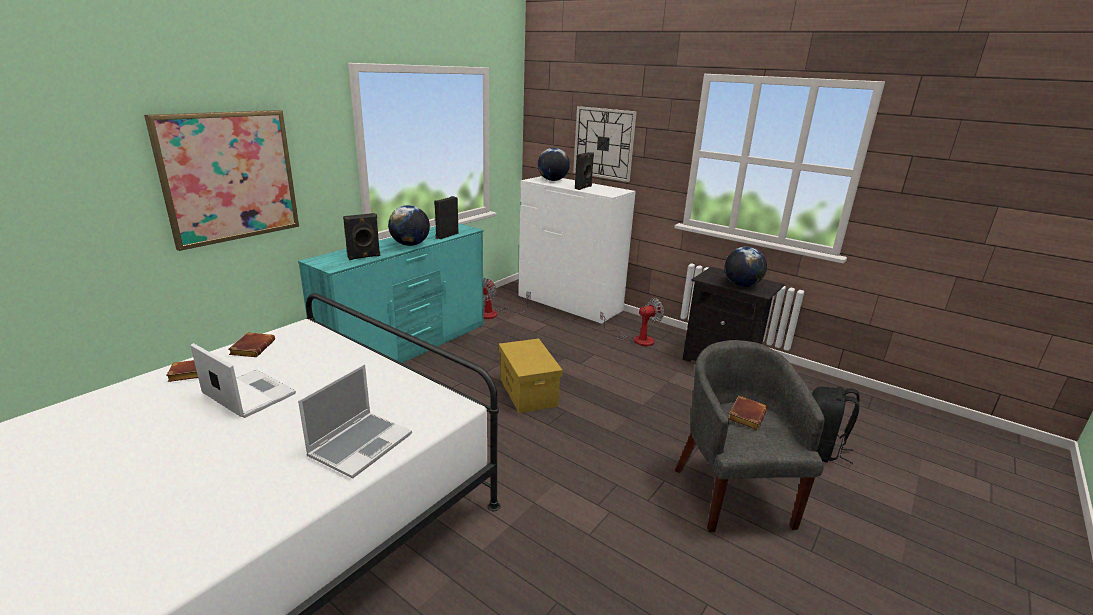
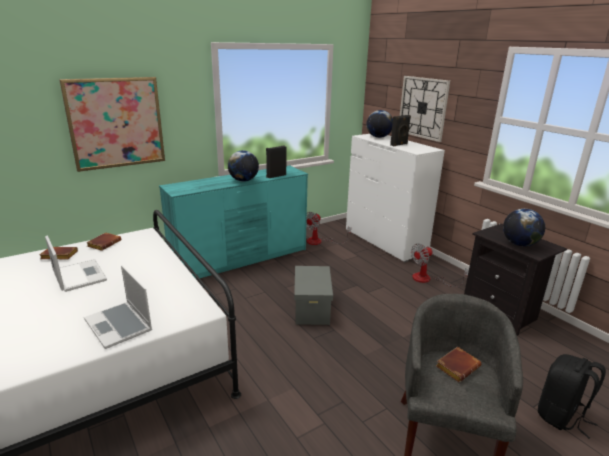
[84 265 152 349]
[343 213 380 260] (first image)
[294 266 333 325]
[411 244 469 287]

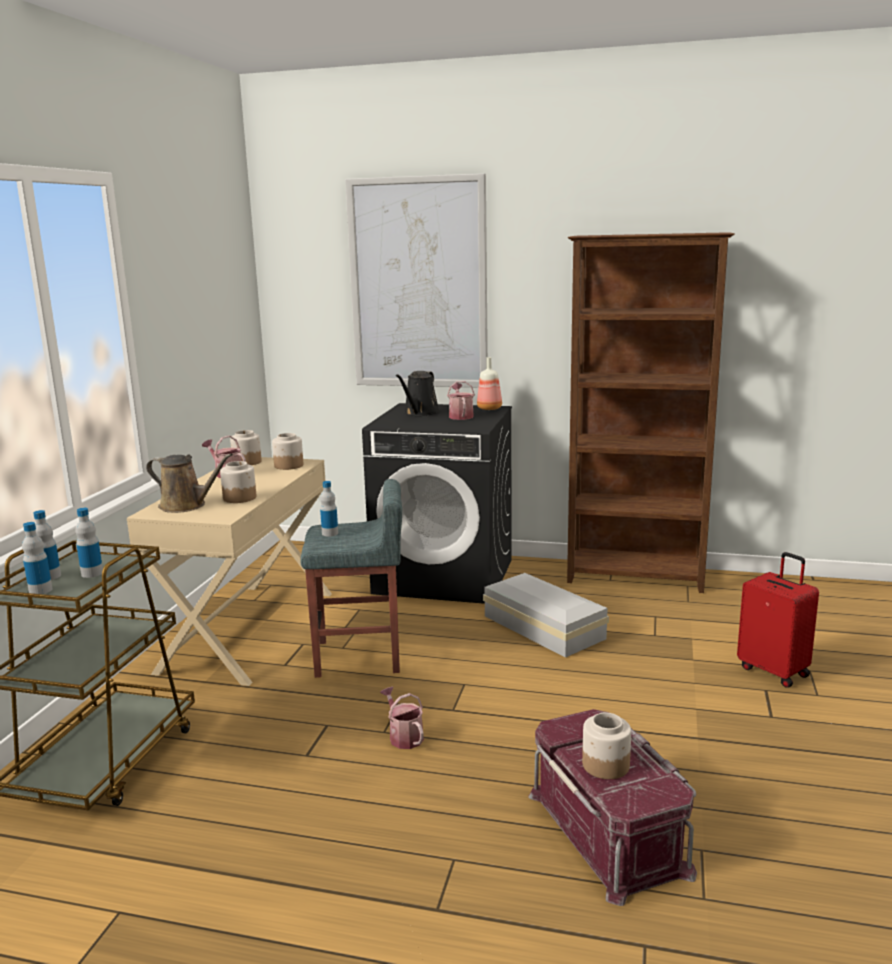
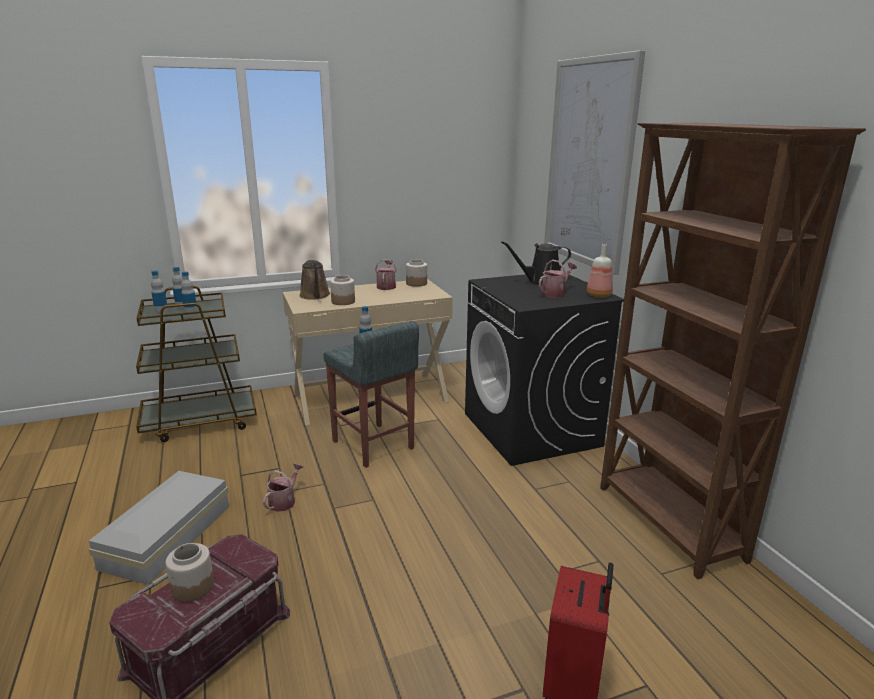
[272 433 303 470] (first image)
[89 471 229 585]

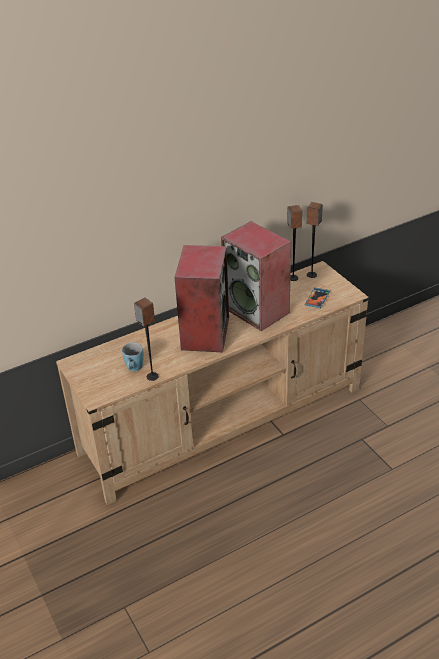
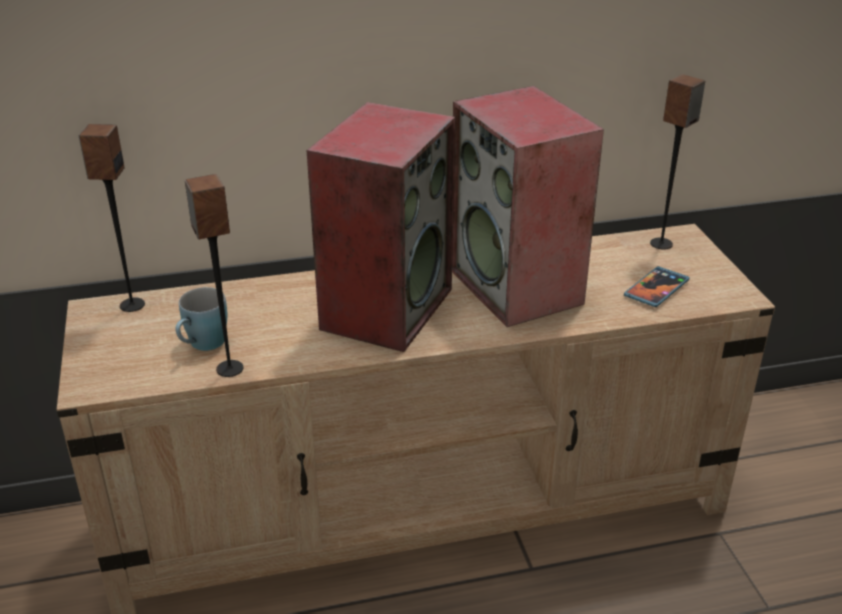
[78 124 145 312]

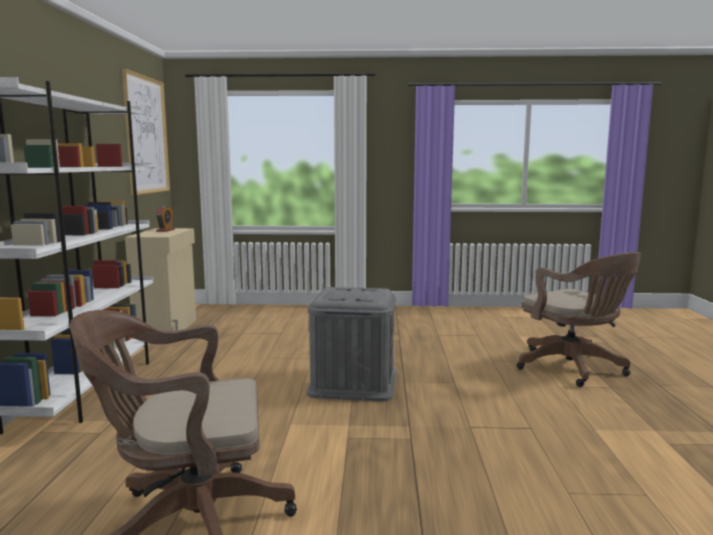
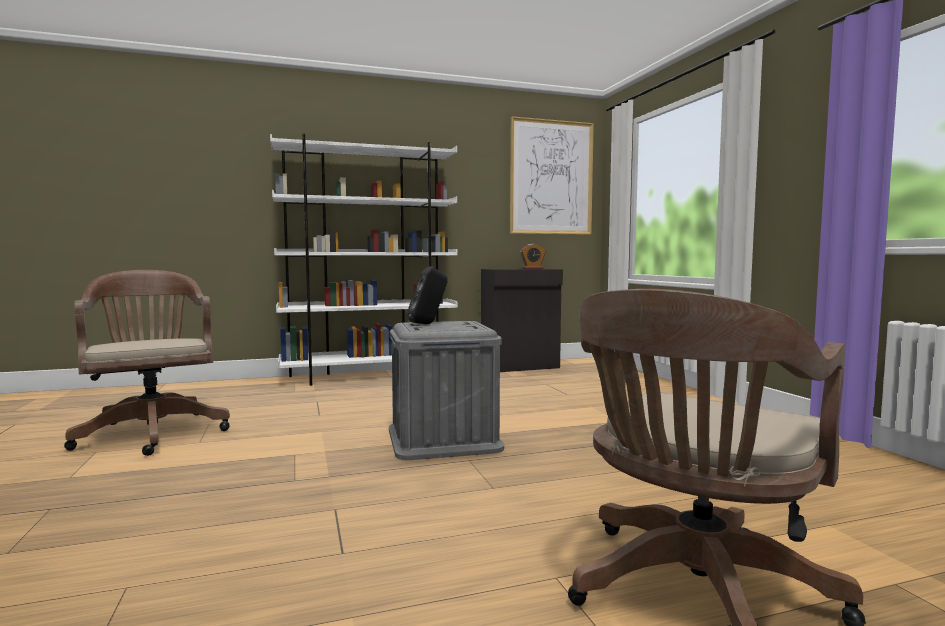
[481 269 563 372]
[407 266 448 324]

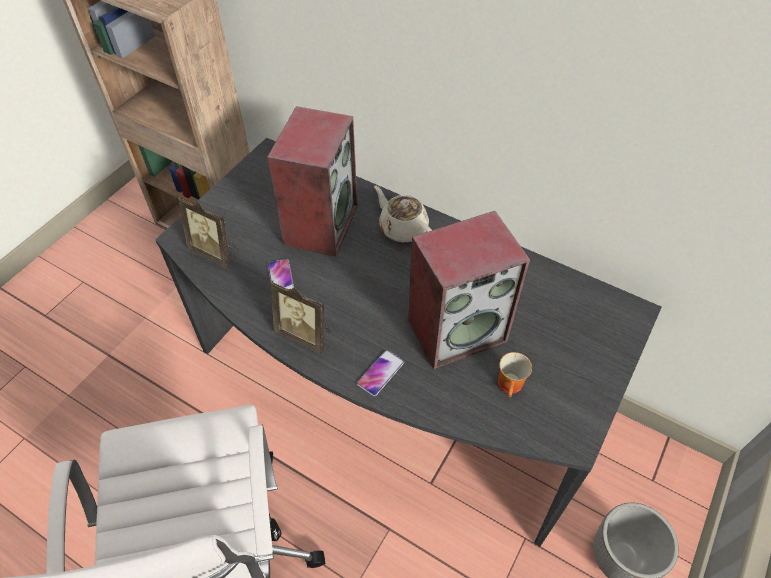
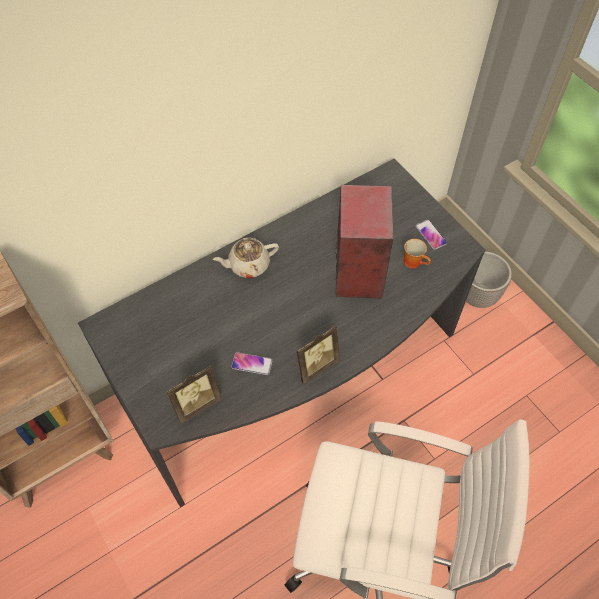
[267 106 358 257] (first image)
[416 220 447 250]

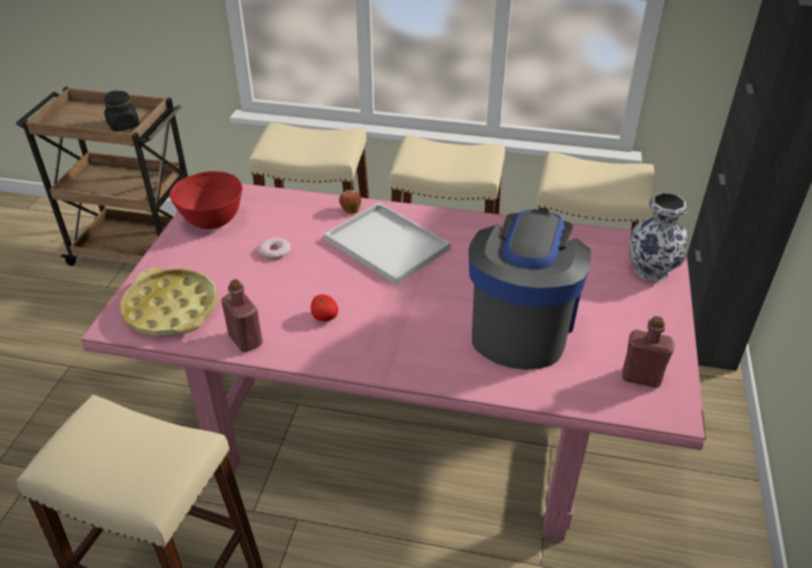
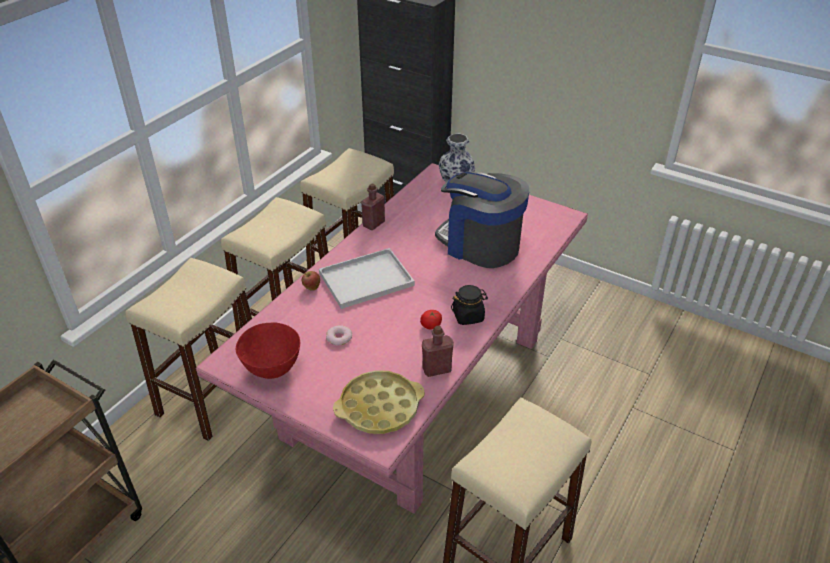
[451 285 488 325]
[361 183 385 230]

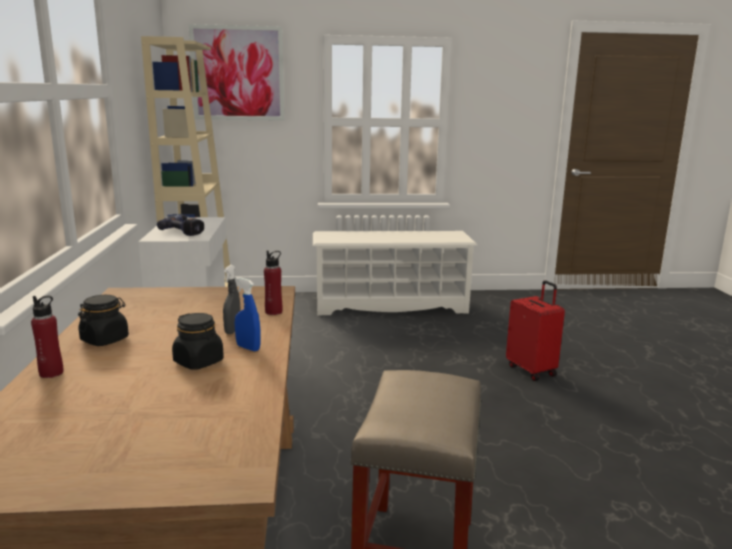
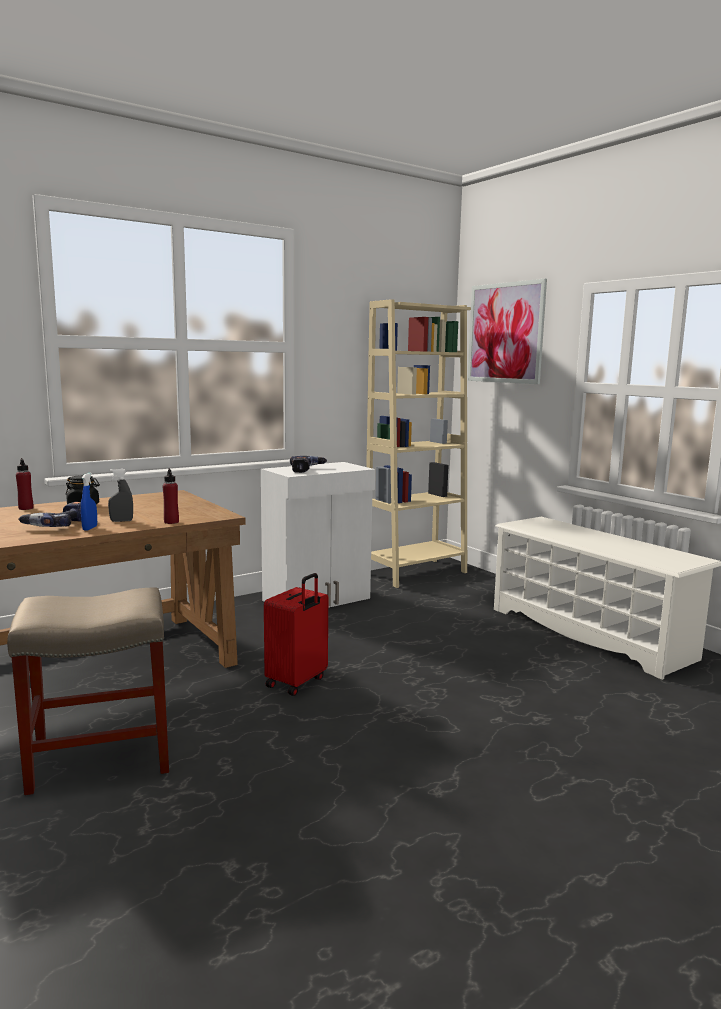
[19 502 81 527]
[264 573 328 696]

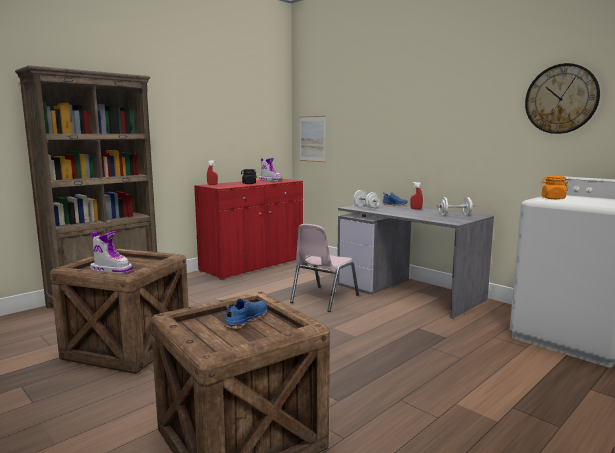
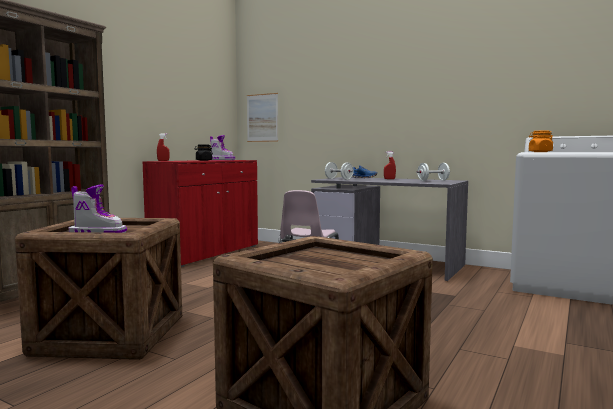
[224 298 267 329] (first image)
[525 63 600 134] (first image)

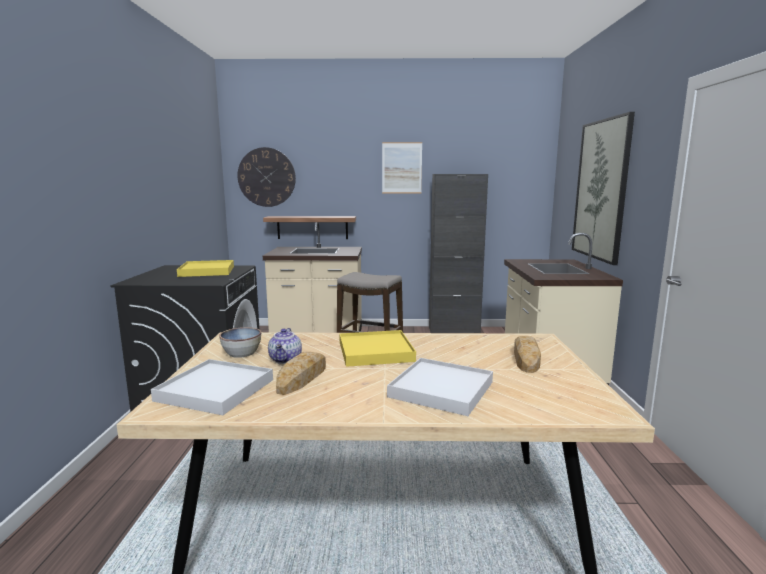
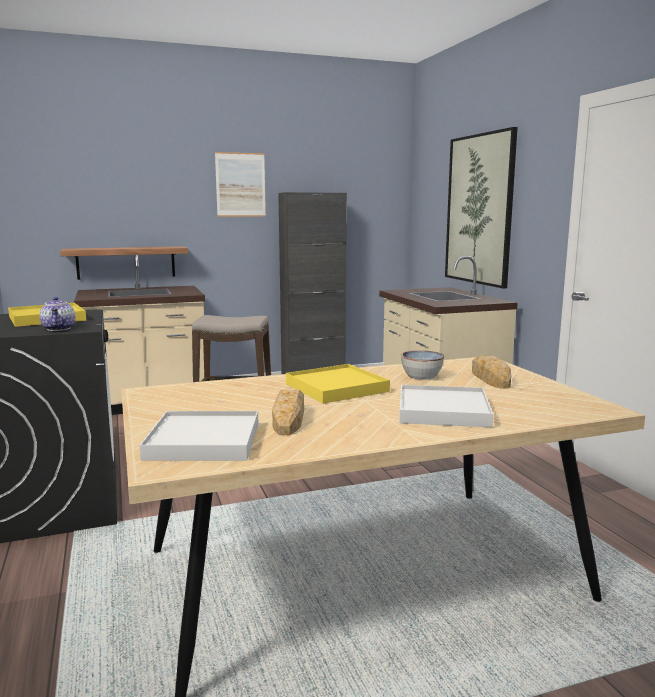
[401 350 444 380]
[237 147 296 207] (first image)
[39 297 75 331]

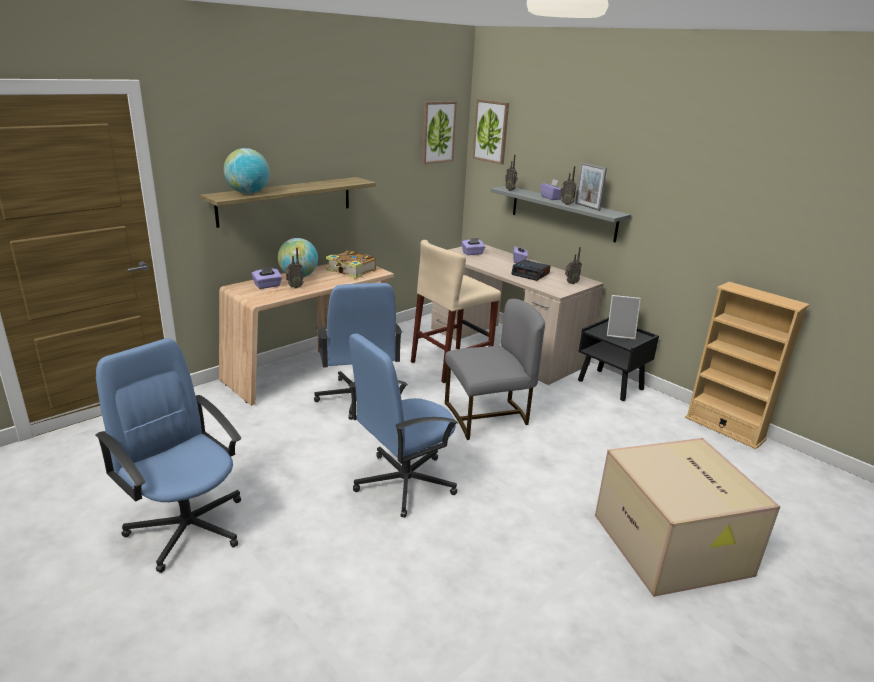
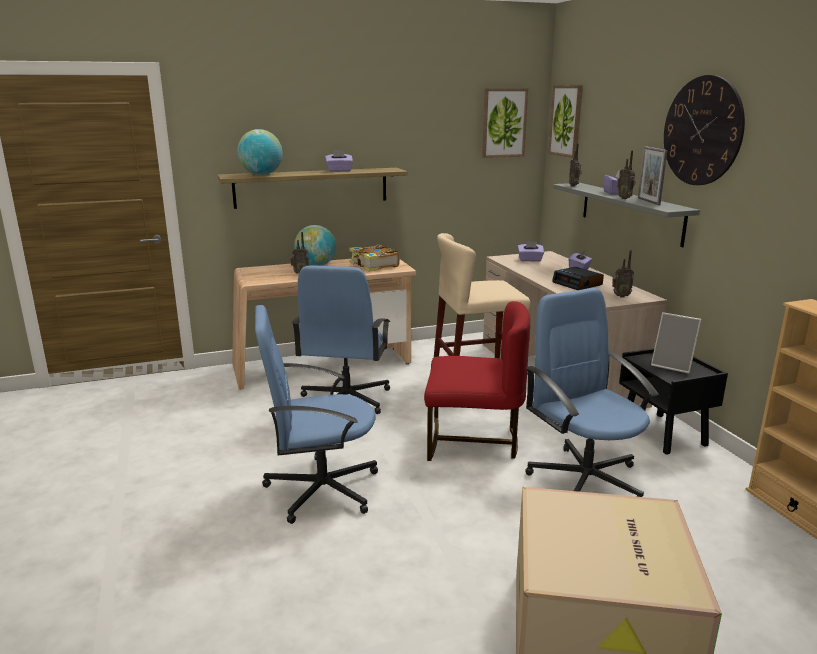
[525 288 659 497]
[325 150 353 172]
[424 301 530 461]
[664 75 745 185]

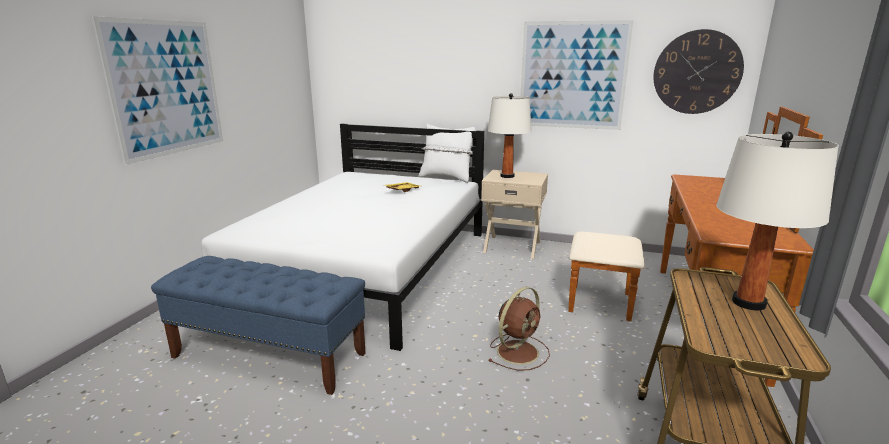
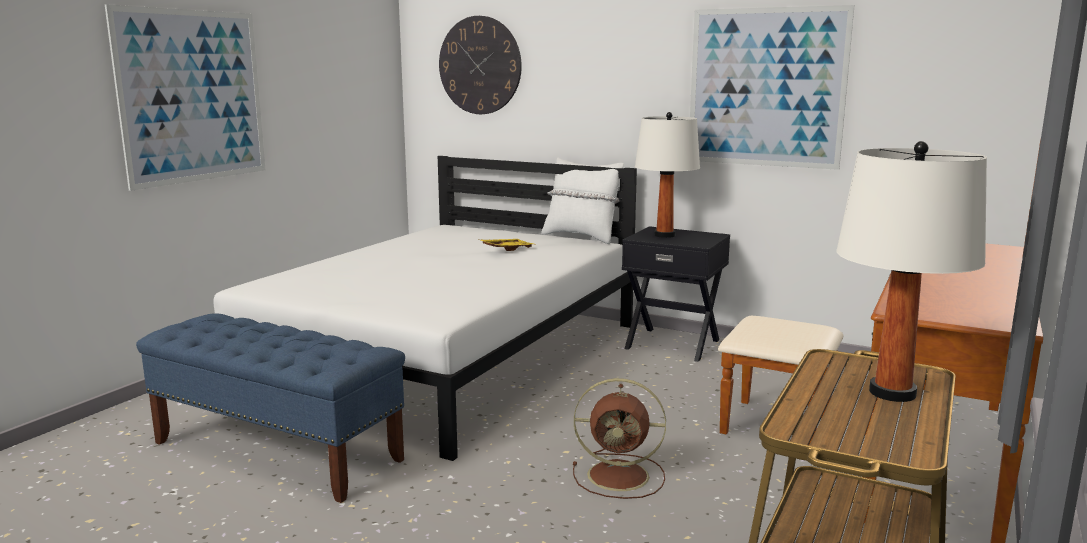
[622 226 730 362]
[573 378 666 499]
[439 16 522 114]

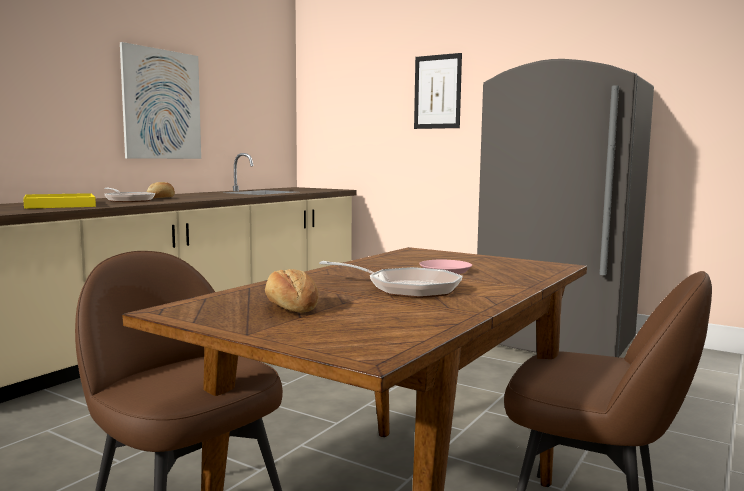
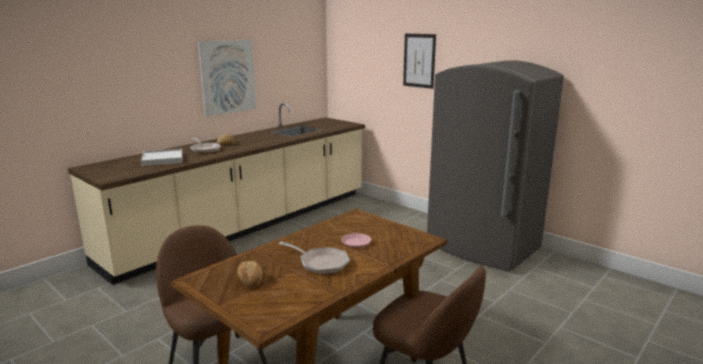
[141 148 182 166]

